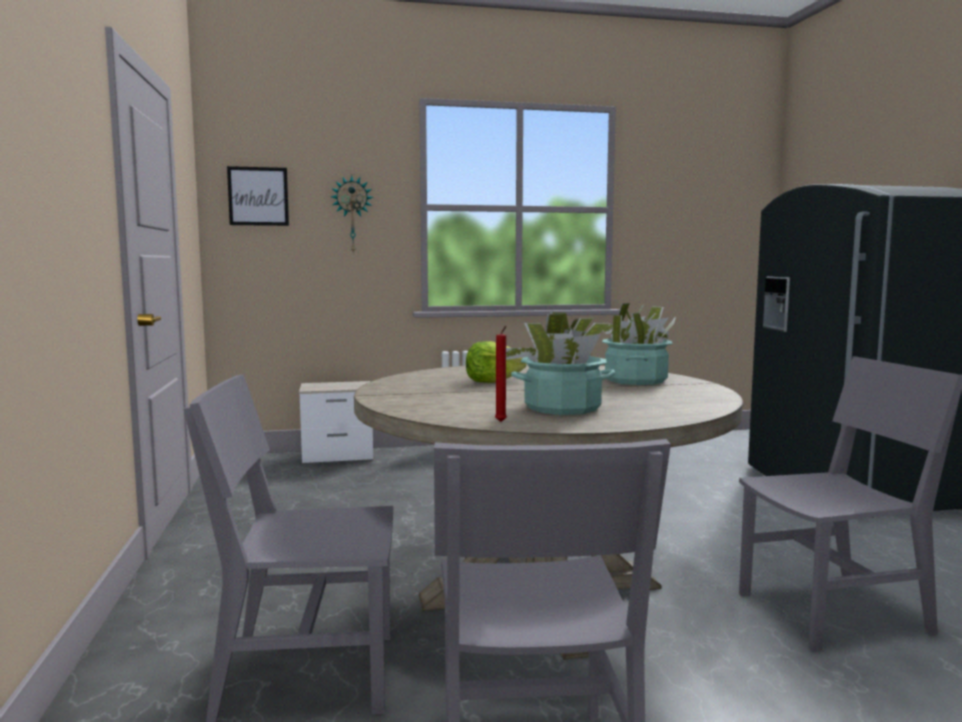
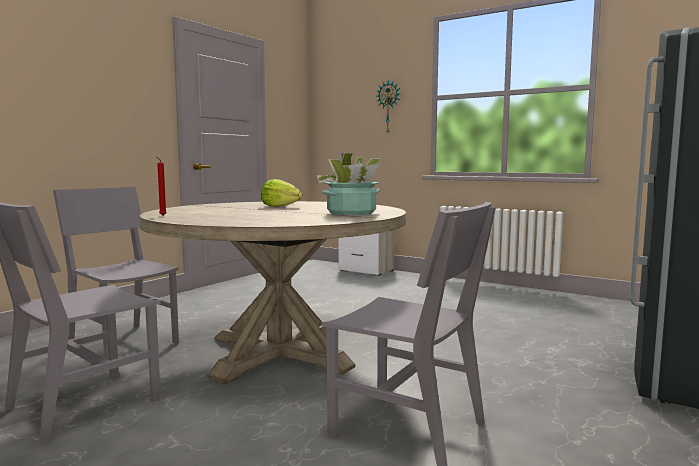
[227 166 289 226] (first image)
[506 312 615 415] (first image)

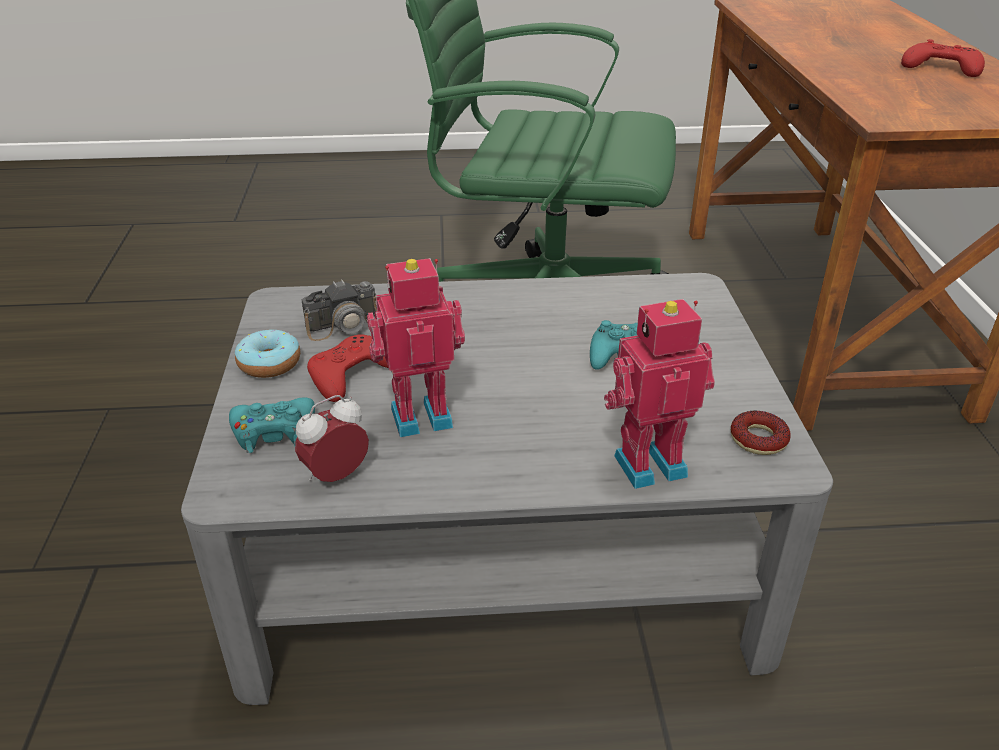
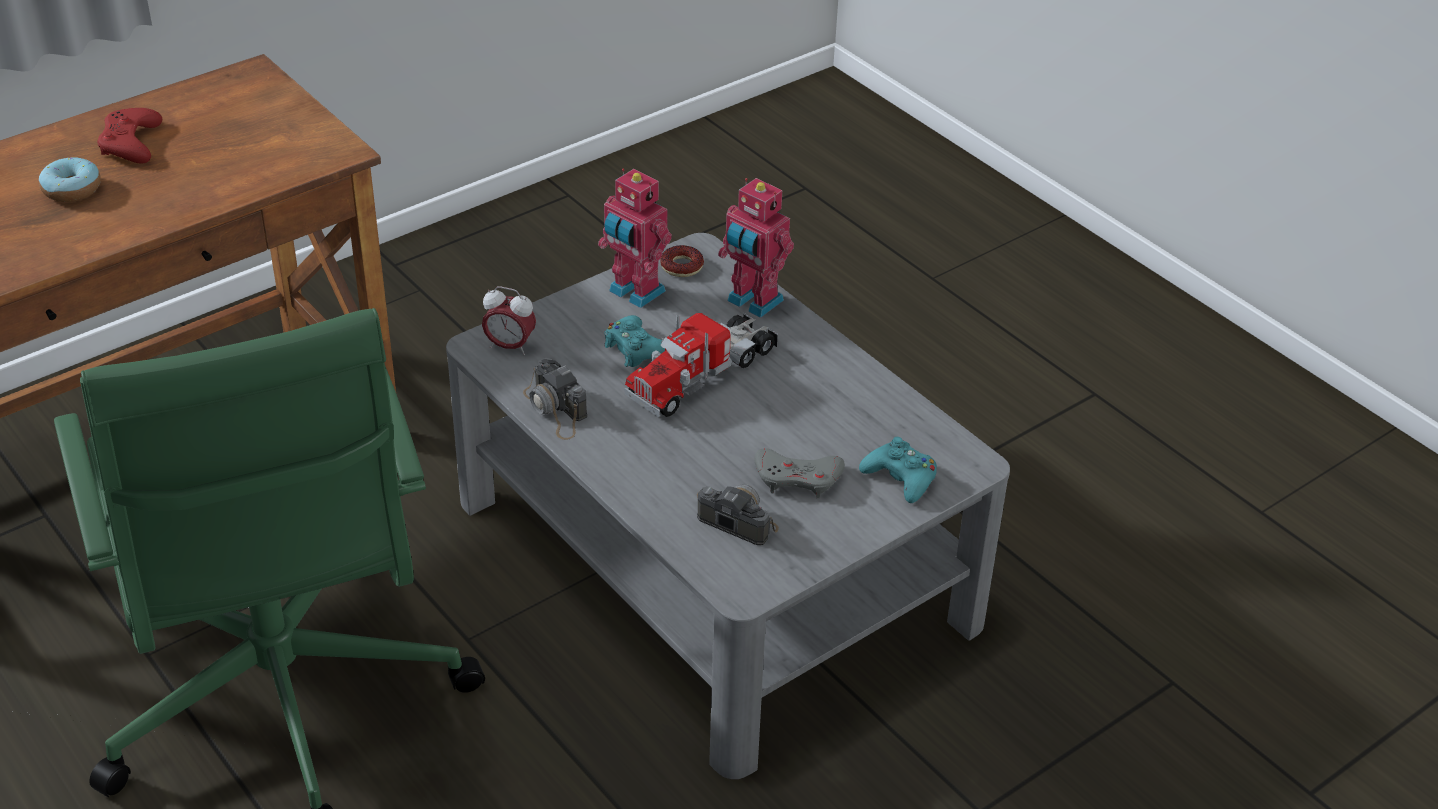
[39 157 101 202]
[482 286 536 355]
[755 448 845 498]
[598 169 672 308]
[523 358 587 440]
[624 313 778 417]

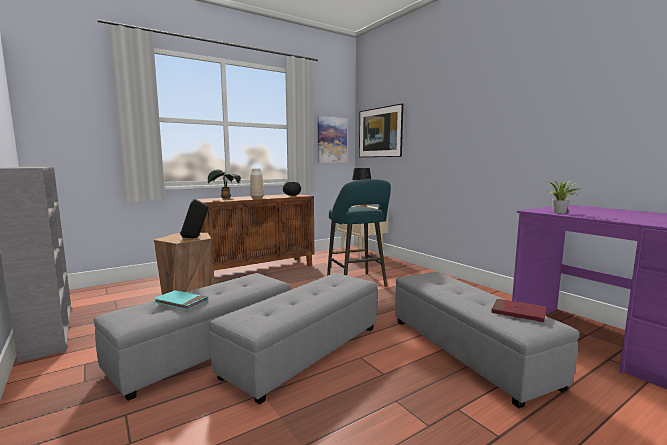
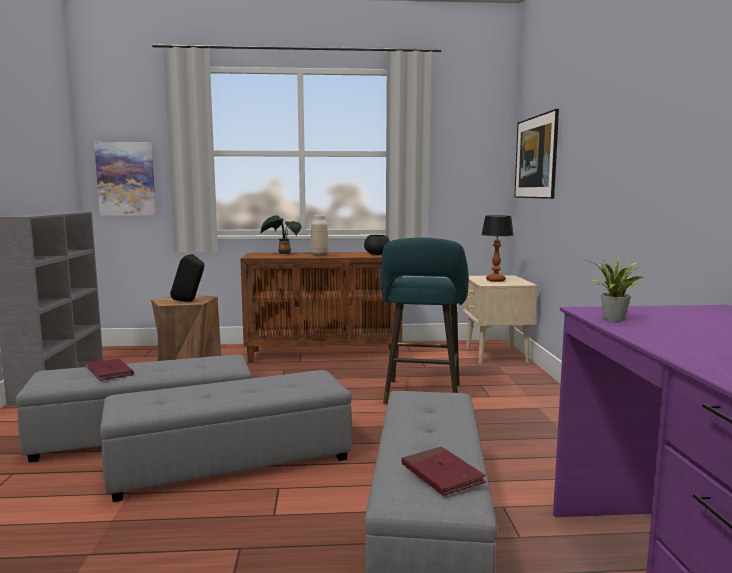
[87 358 134 381]
[94 142 156 216]

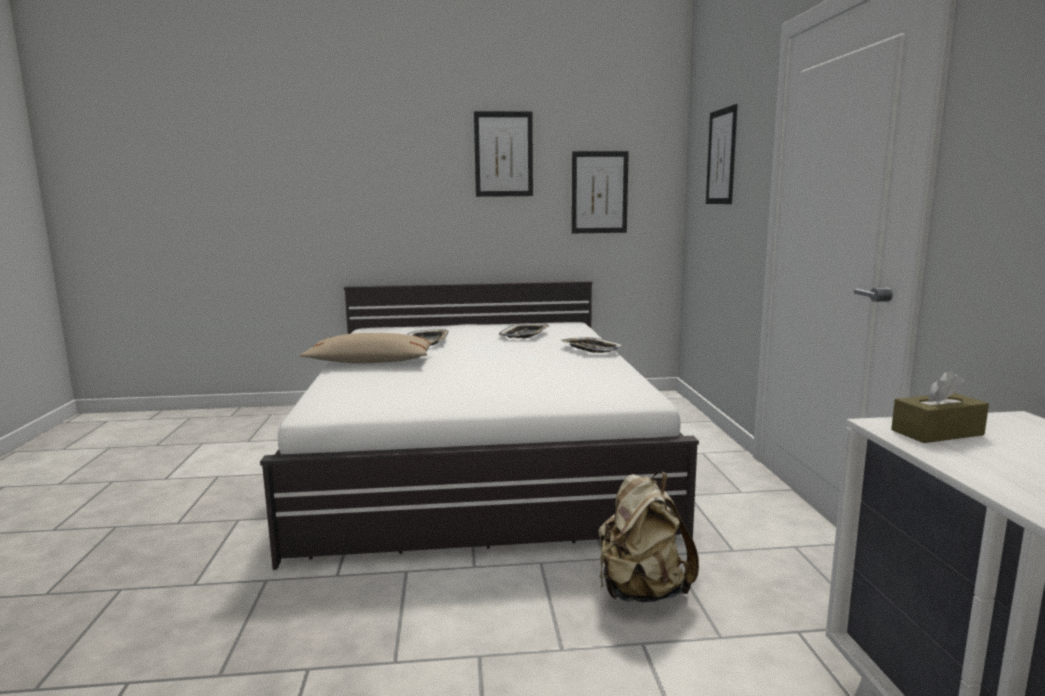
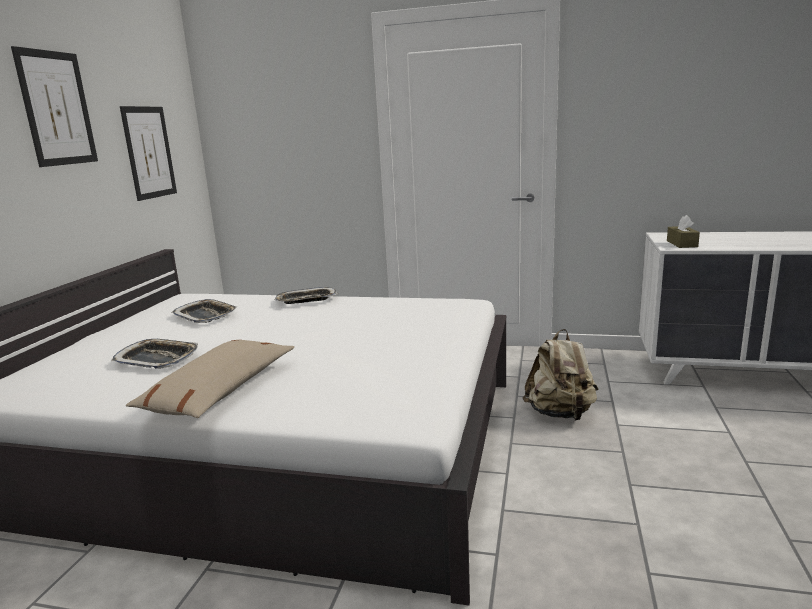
[706 104 738 204] (first image)

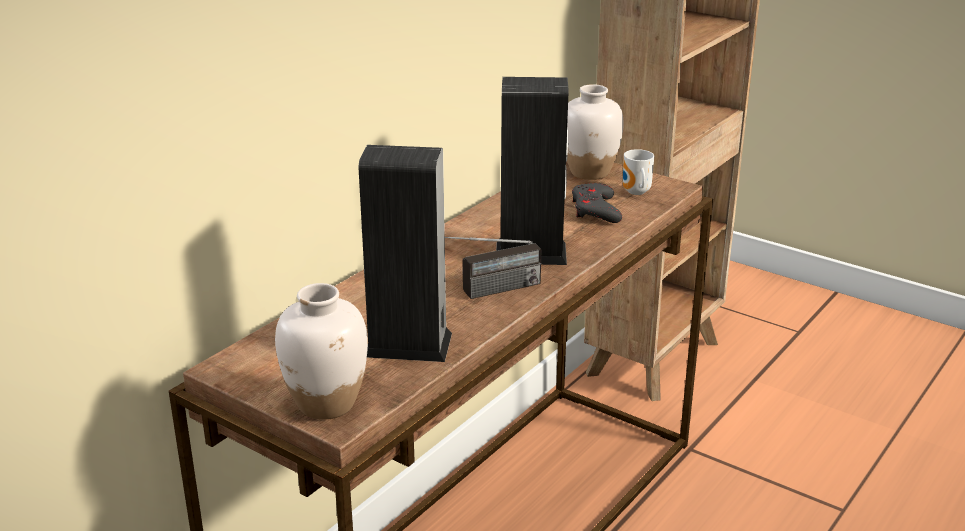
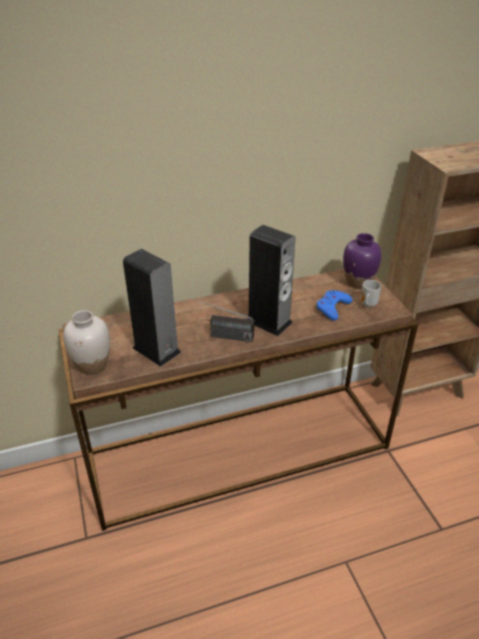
[343 233 382 289]
[317 290 353 321]

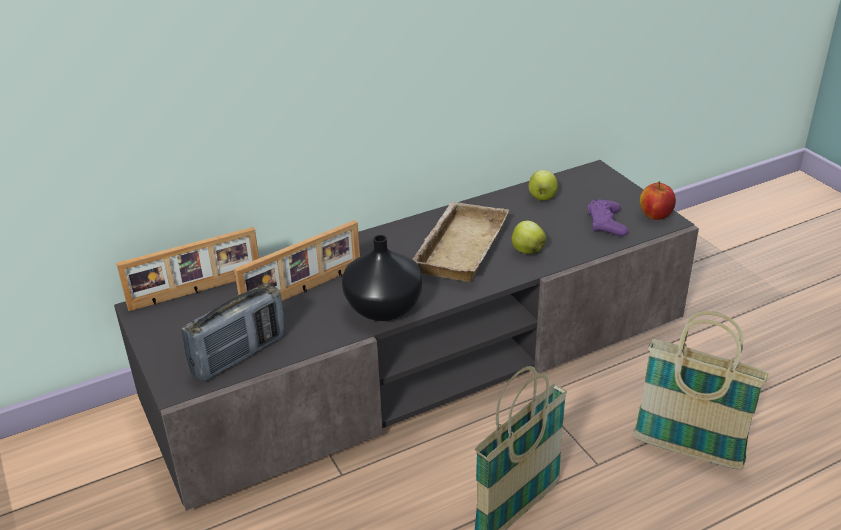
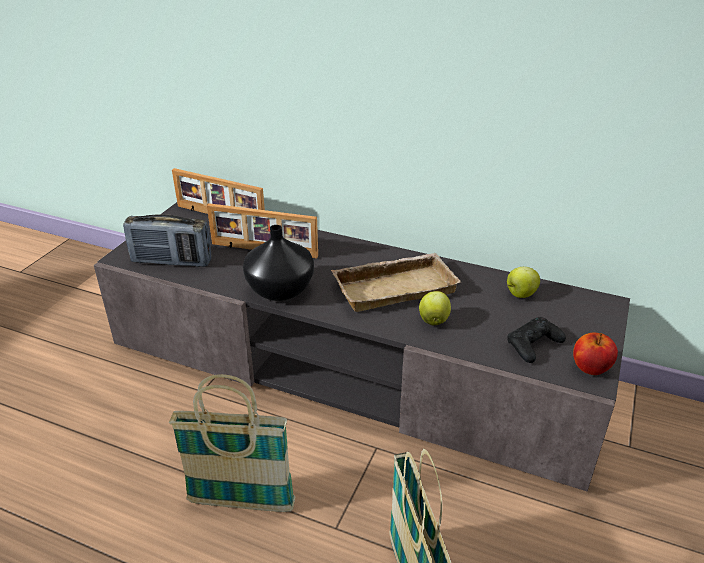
[507 317 566 363]

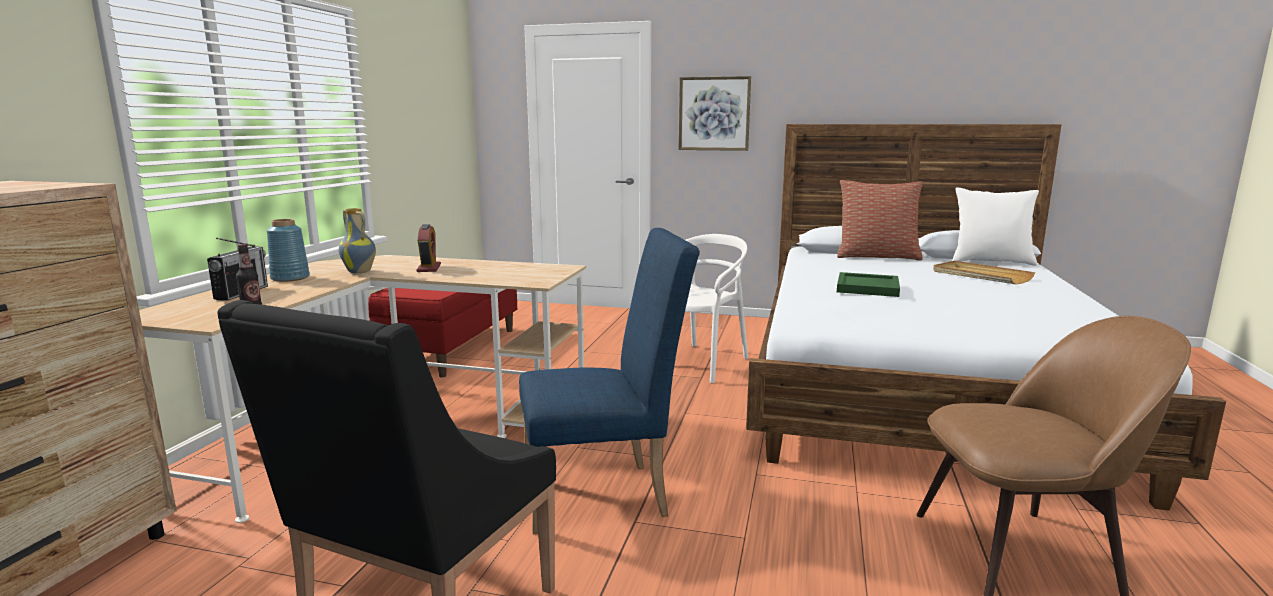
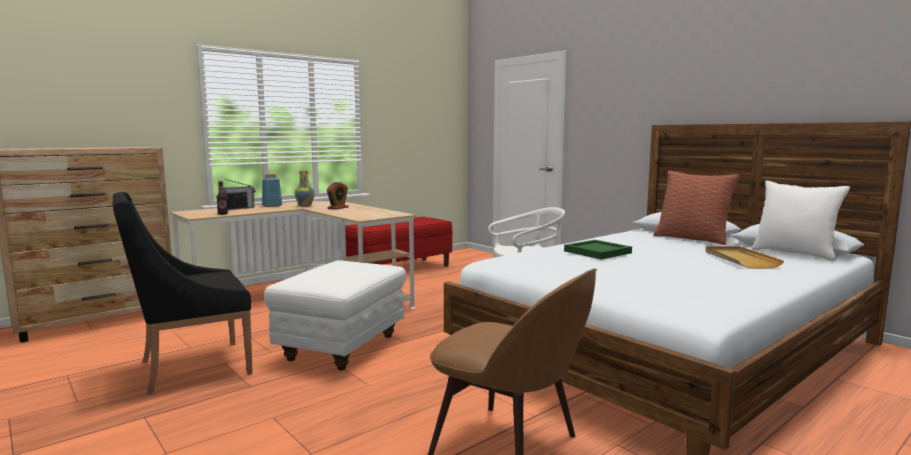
[264 260 406 370]
[679 76 751 151] (first image)

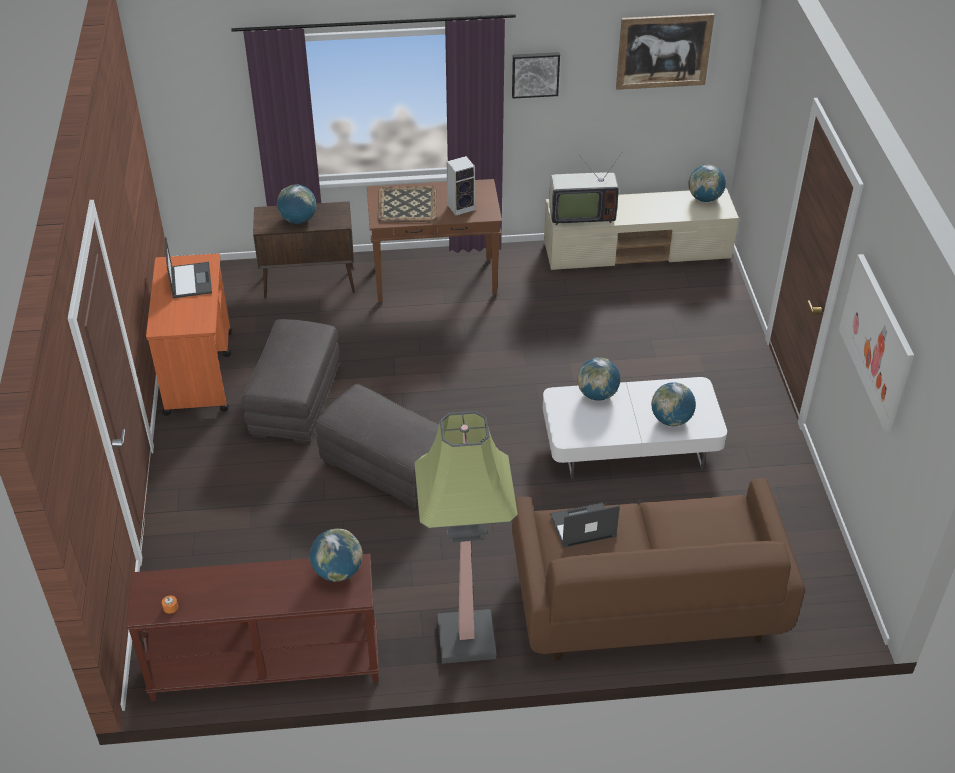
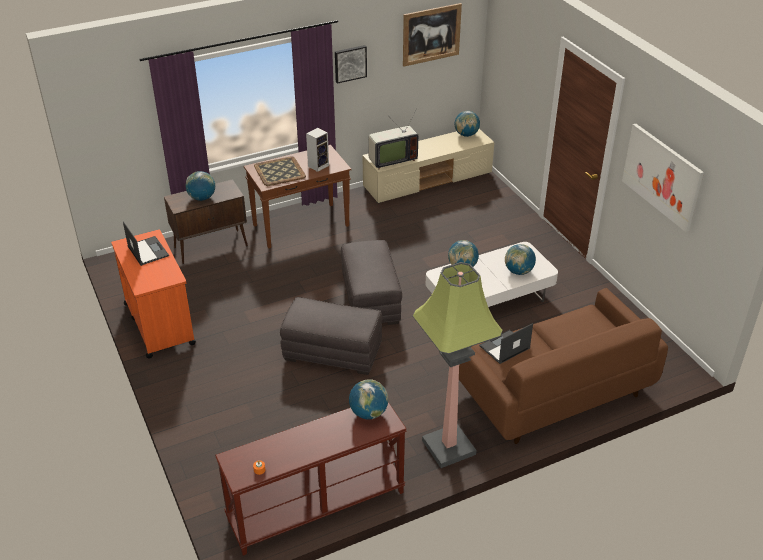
[340 240 402 325]

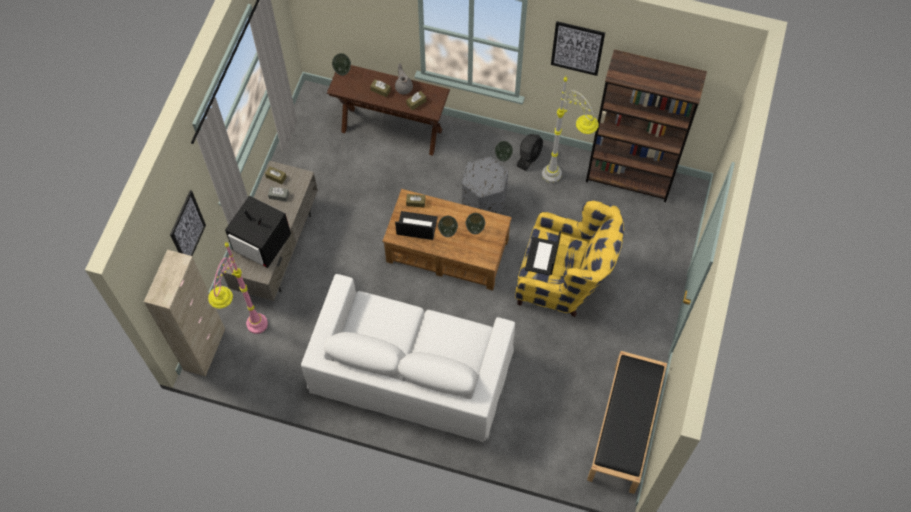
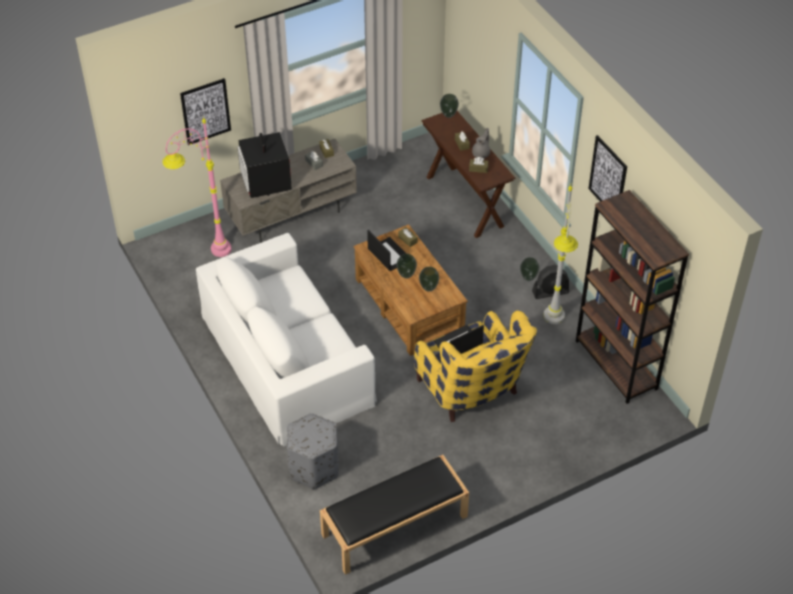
[144 249 225 377] (first image)
[287 413 339 489]

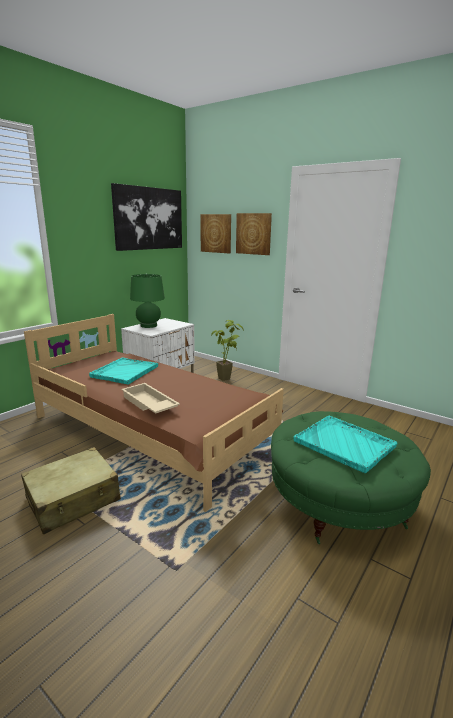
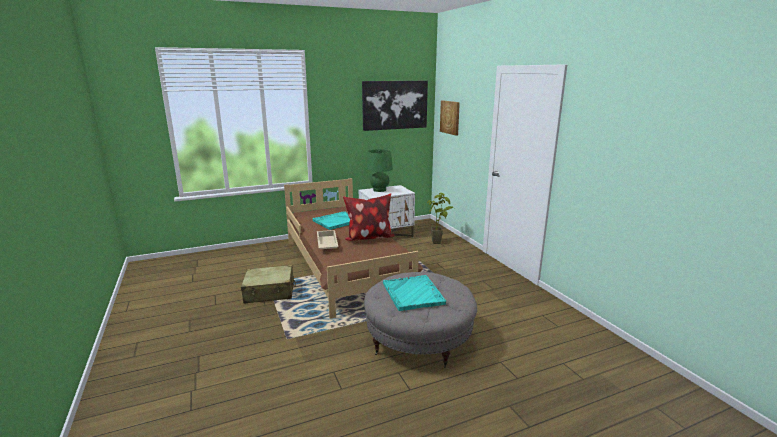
[236 213 272 255] (first image)
[364 272 477 368]
[343 194 395 241]

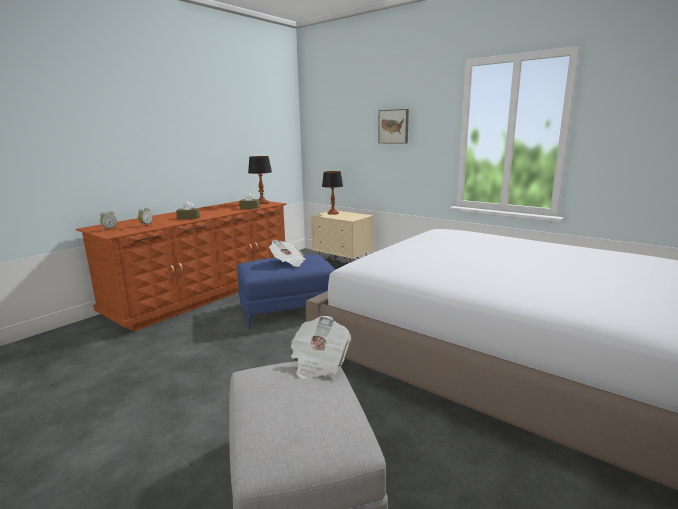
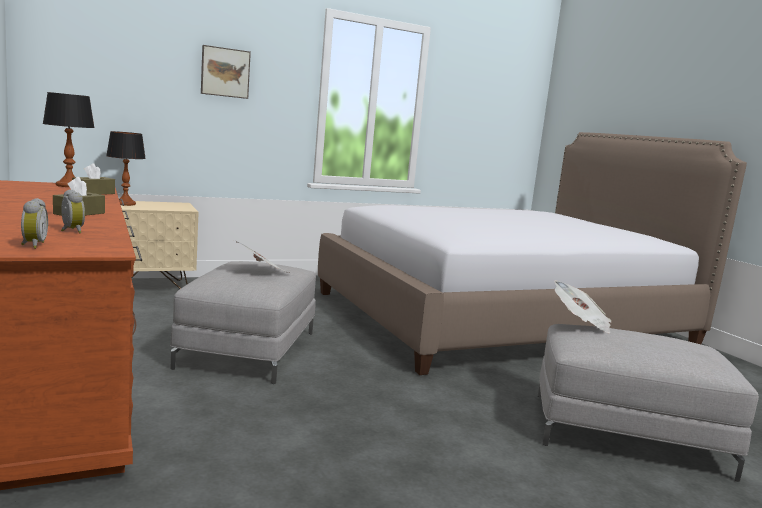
[170 261 316 384]

